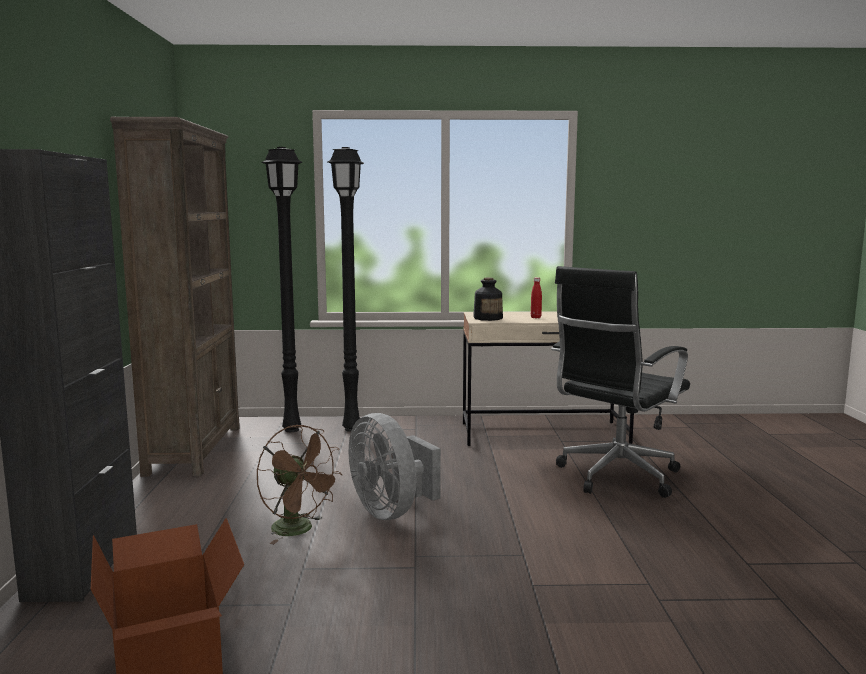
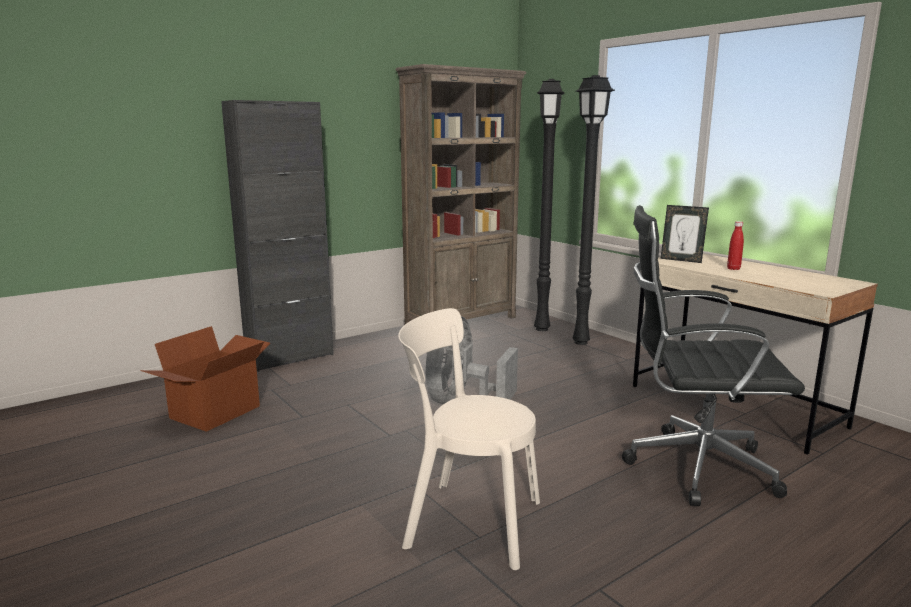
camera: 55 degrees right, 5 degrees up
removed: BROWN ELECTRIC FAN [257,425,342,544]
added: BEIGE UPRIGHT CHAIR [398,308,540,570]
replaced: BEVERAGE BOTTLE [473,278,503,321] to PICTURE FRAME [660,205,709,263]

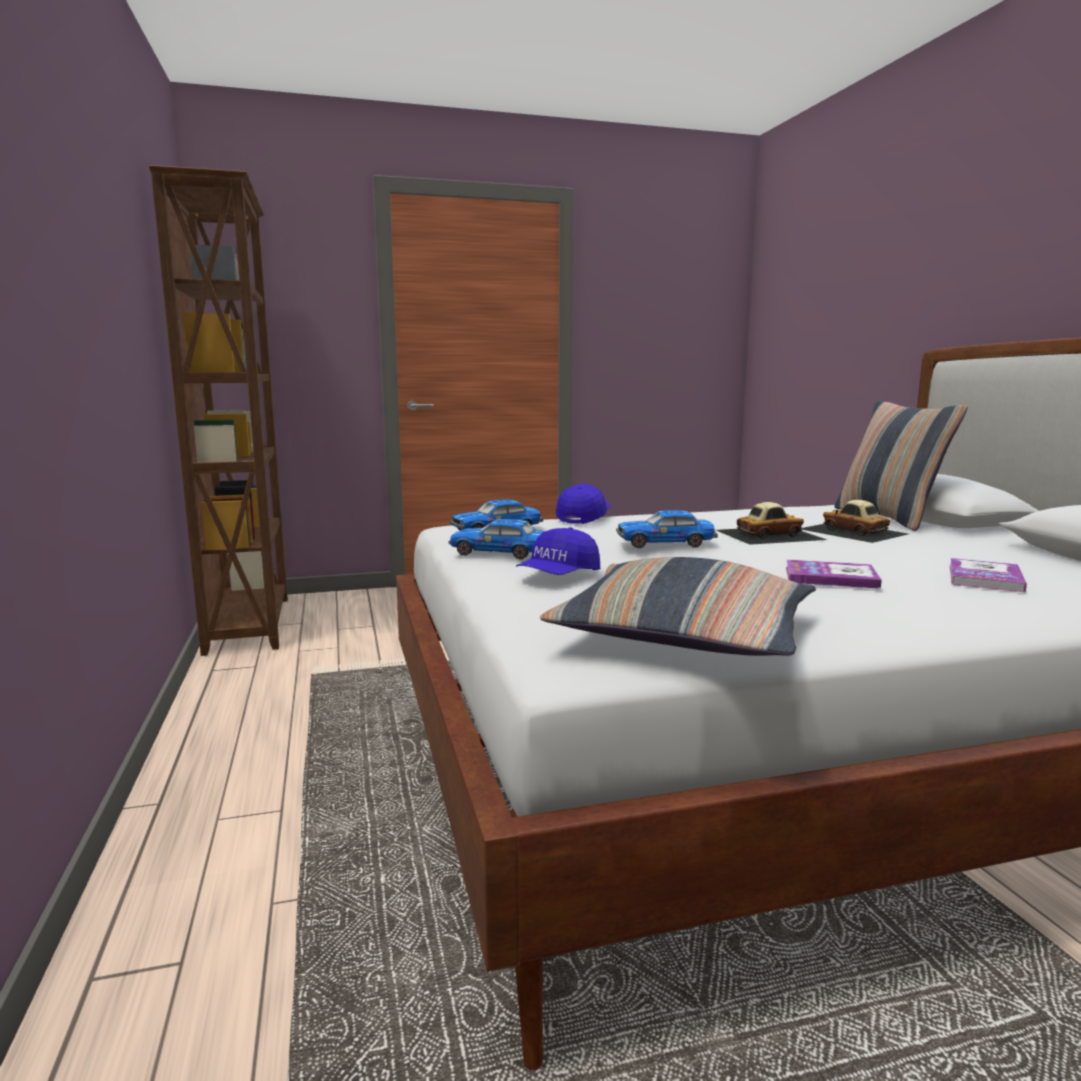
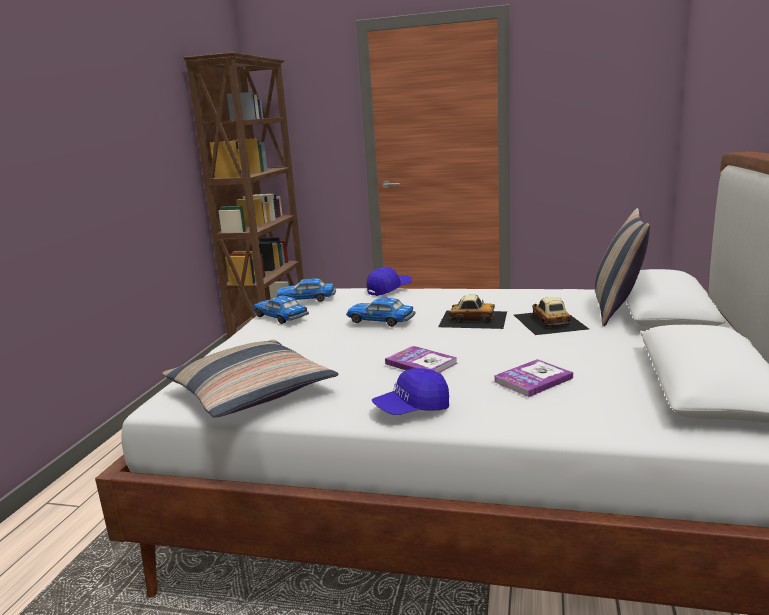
camera: 30 degrees right, 5 degrees up
moved: BLUISH CAP [516,527,600,575] to [372,368,449,415]

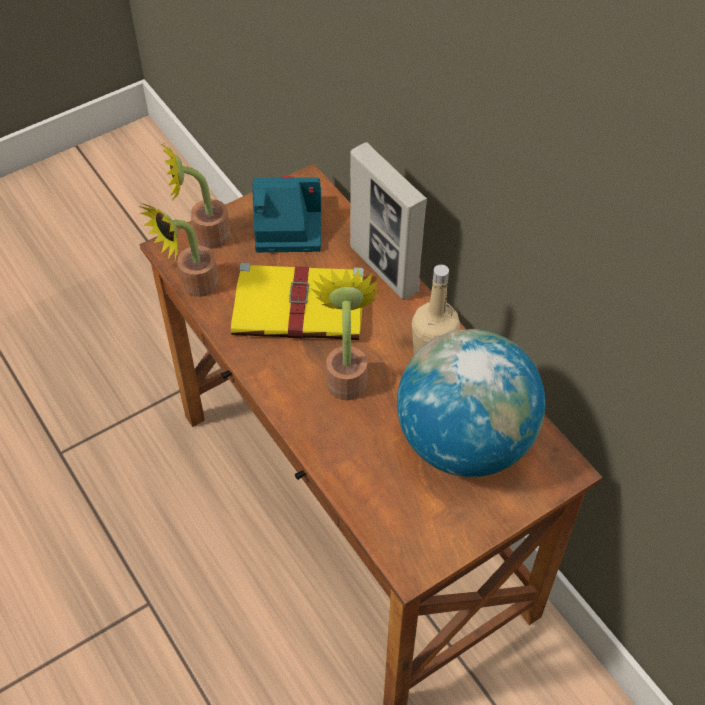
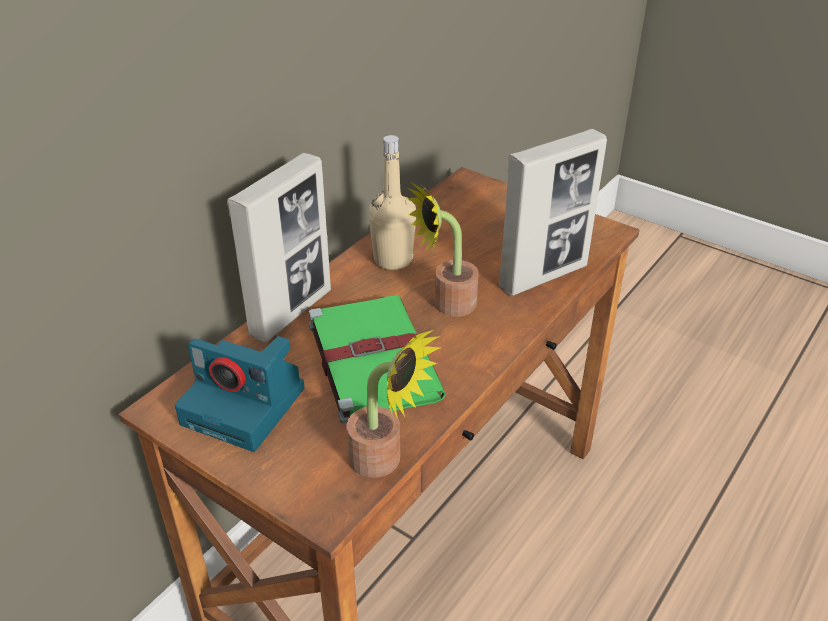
camera: 110 degrees left, 15 degrees down
removed: HOUSEPLANT [161,141,231,249]; WORLD GLOBE [397,329,545,477]
added: PICTURE FRAME [499,129,607,296]
recoloured: YELLOWISH BOOK [231,263,375,340] to GREEN BOOK [309,296,446,424]
turned: PHOTO CAMERA [252,176,321,252] = [175,336,305,452] 45 degrees counterclockwise

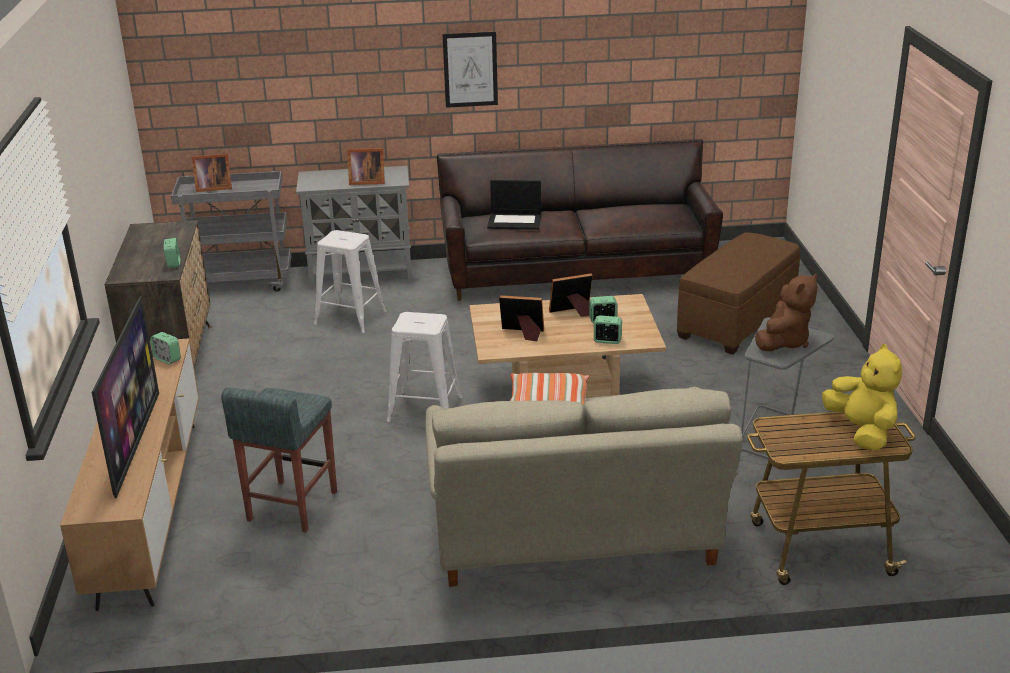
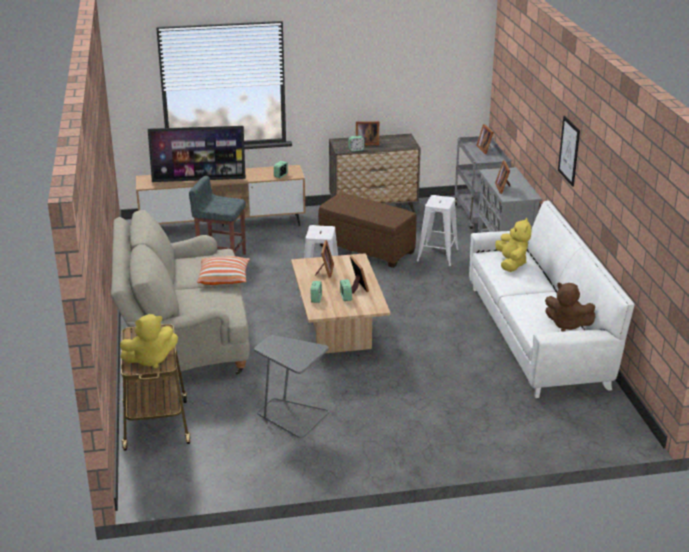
camera: 85 degrees right, 0 degrees up
added: PICTURE FRAME [356,121,379,145]
moved: BROWN FOOTREST [677,232,800,355] to [318,193,417,268]; BROWN CUDDLY TOY [755,273,818,351] to [545,282,595,332]
replaced: PORTABLE COMPUTER [487,180,541,230] to YELLOWISH CUDDLY TOY [495,218,531,272]
recoloured: BROWN SETTEE [437,139,723,301] to WHITE-COLOURED SETTEE [469,201,635,398]

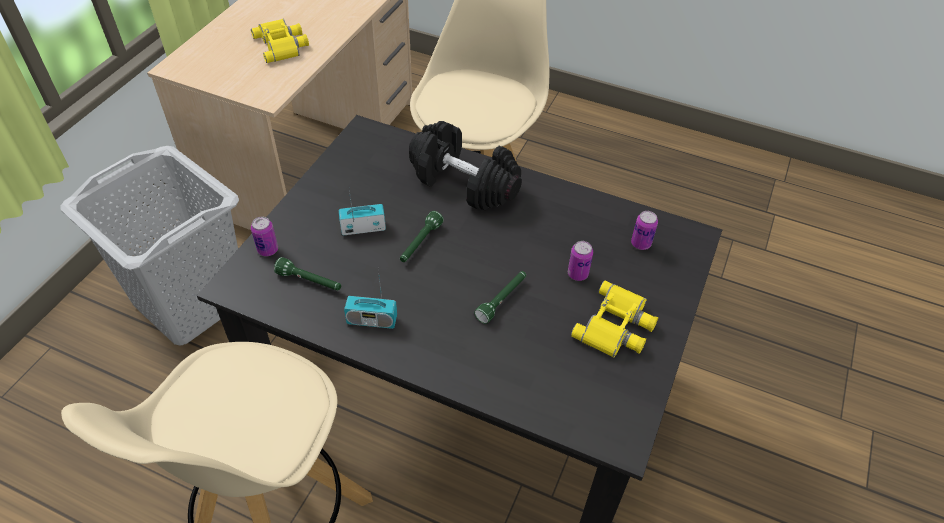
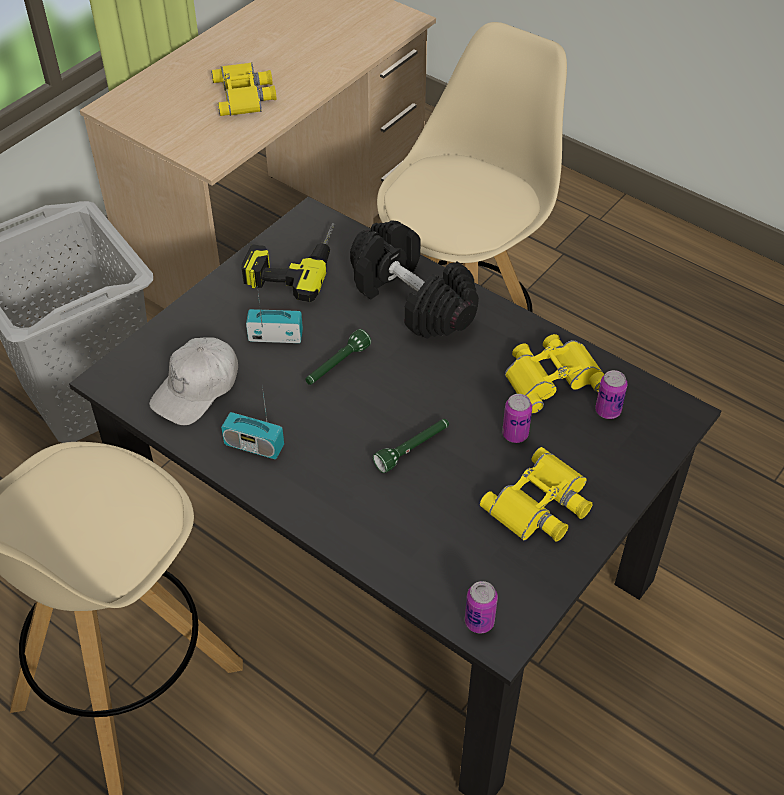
camera: 15 degrees right, 0 degrees up
added: ELECTRIC DRILL [241,222,335,302]; YELLOWISH FIELD GLASSES [505,334,604,413]
moved: SEALED CAN [251,217,278,256] to [465,581,498,633]
replaced: GREEN HAND TORCH [274,257,341,291] to WHITE-COLOURED CAP [149,337,238,425]

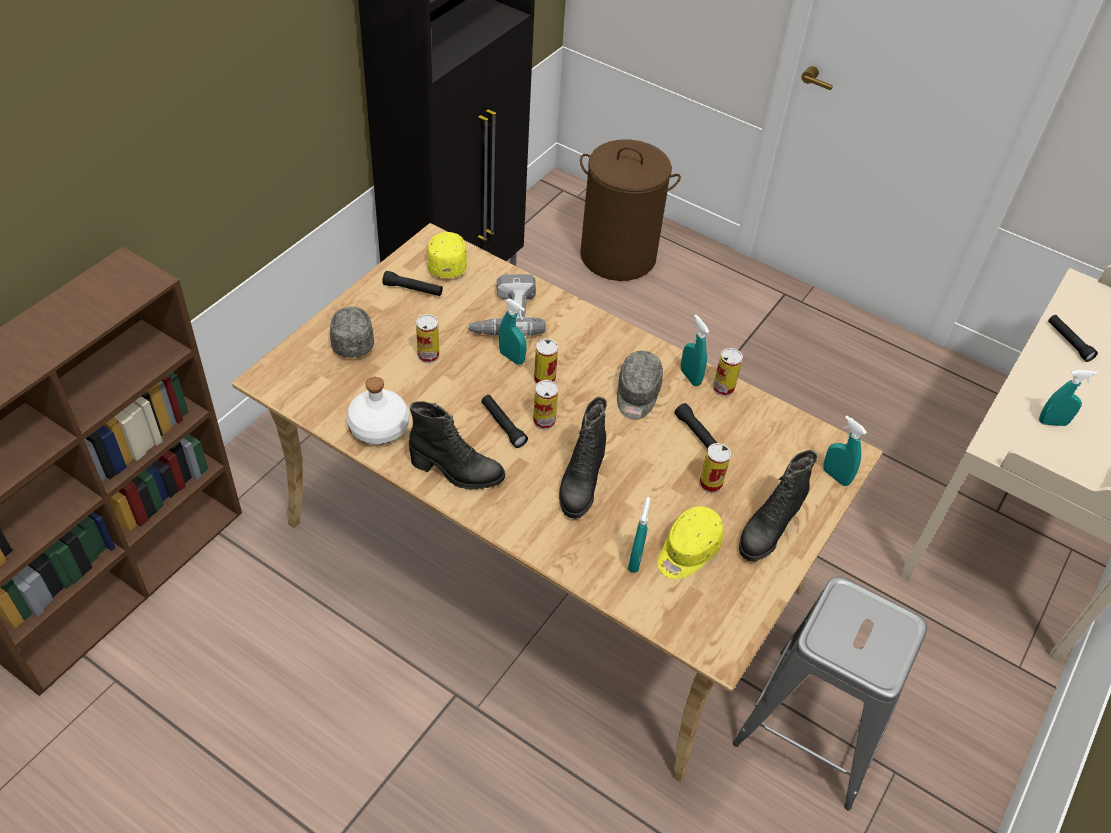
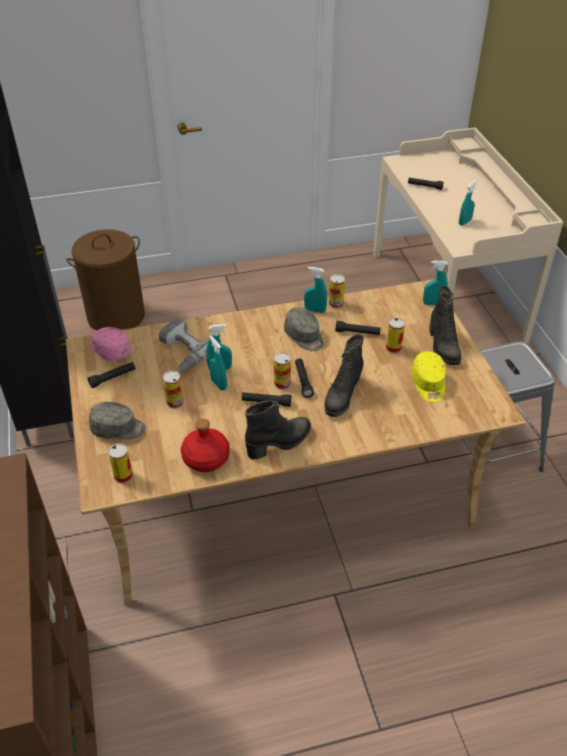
camera: 45 degrees left, 5 degrees down
added: BLACK HAND TORCH [295,358,314,398]
moved: SEALED CAN [534,339,558,384] to [108,443,133,484]; BLUE-GREEN SPRAYER [628,497,650,573] to [209,336,227,391]
recoloured: YELLOWISH CAP [427,232,467,278] to PINK CAP [90,327,131,361]; WHITE-COLOURED BEVERAGE BOTTLE [346,377,409,445] to REDDISH BEVERAGE BOTTLE [181,419,230,472]
turned: GRAY CAP [330,307,374,358] = [89,402,146,439] 150 degrees clockwise; BLACK HIGH-TOP BOOT [559,397,607,519] = [325,334,364,417] 60 degrees clockwise

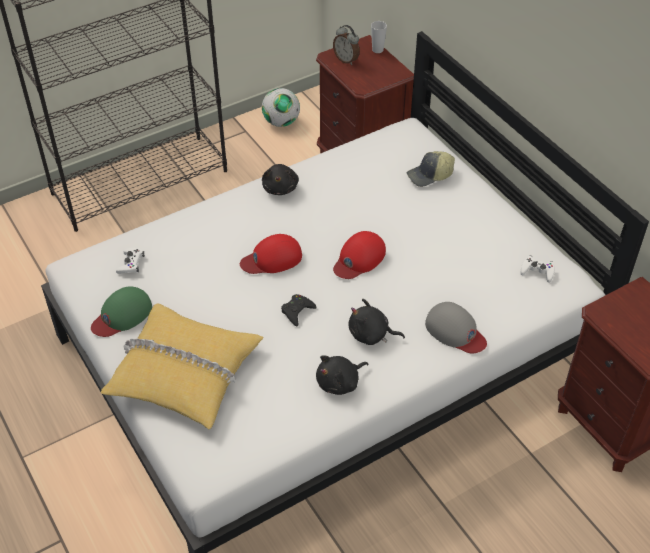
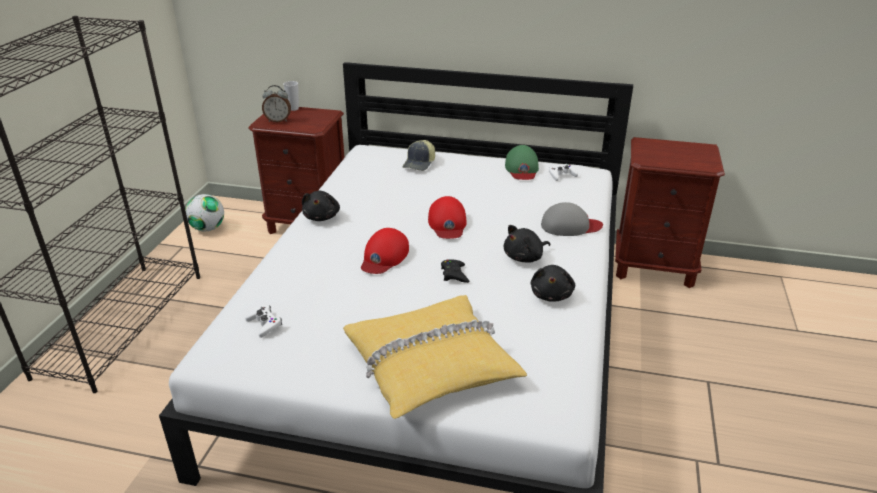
camera: 45 degrees left, 15 degrees down
moved: GREEN CAP [91,287,152,337] to [505,145,539,180]
turned: BLACK CUDDLY TOY [262,164,299,195] = [302,191,340,221] 45 degrees clockwise

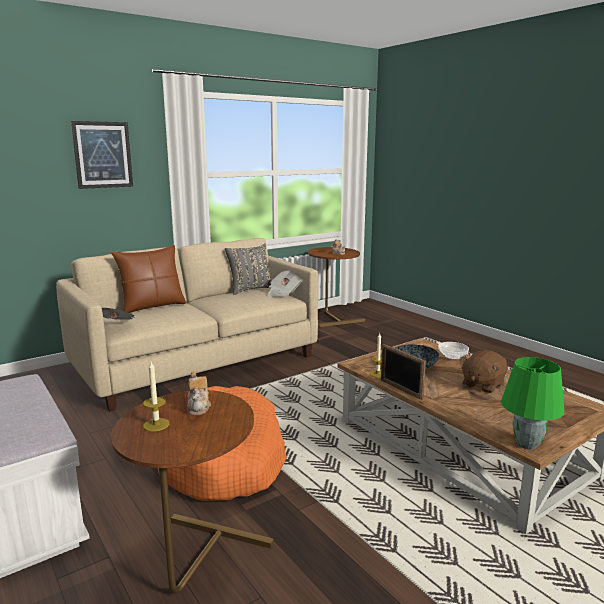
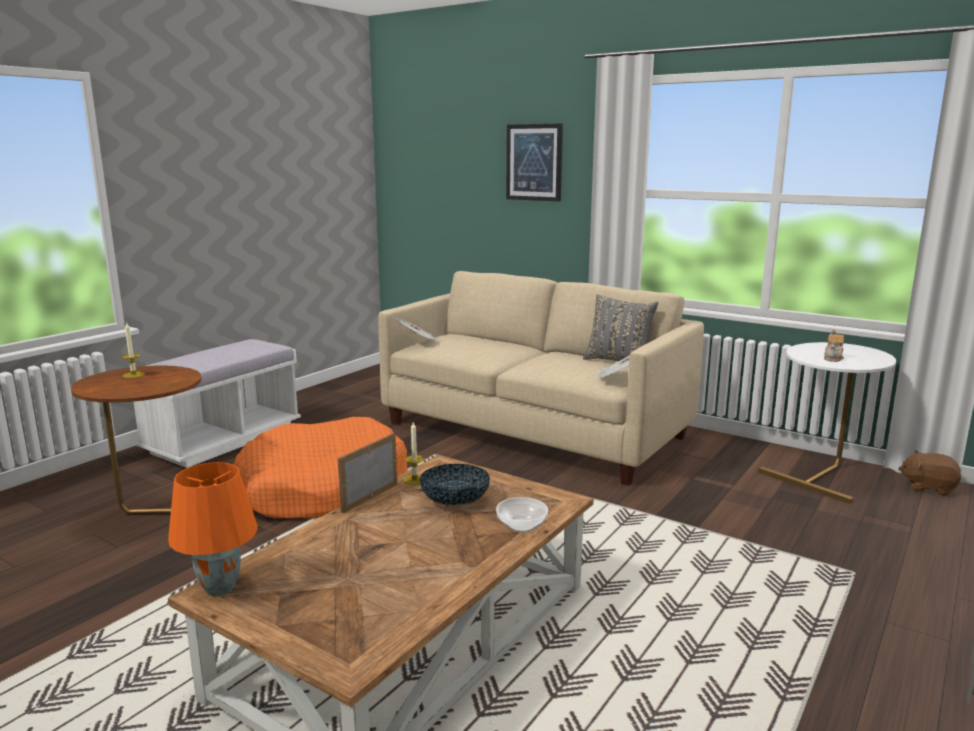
camera: 70 degrees right, 0 degrees up
removed: BROWN CUSHION [111,245,186,313]; POT FOR TEA [187,372,211,415]
moved: BROWN CUDDLY TOY [461,350,507,393] to [898,450,961,496]
recoloured: GREEN TABLETOP LAMP [501,357,564,450] to ORANGEY TABLETOP LAMP [168,462,258,596]; BROWN SIDE TABLE [308,247,365,327] to WHITE-COLOURED SIDE TABLE [758,342,896,504]

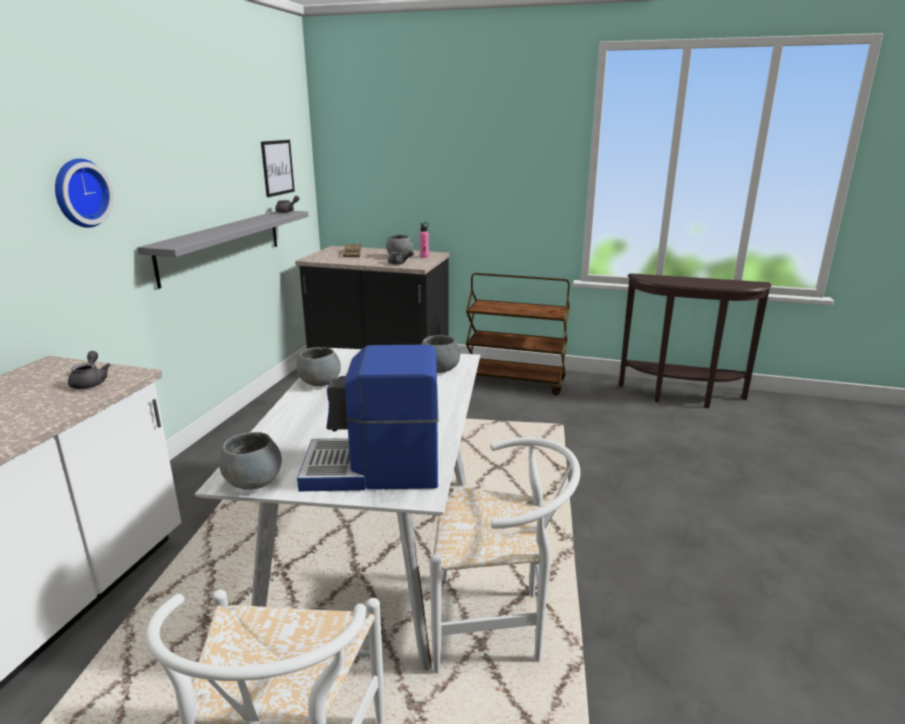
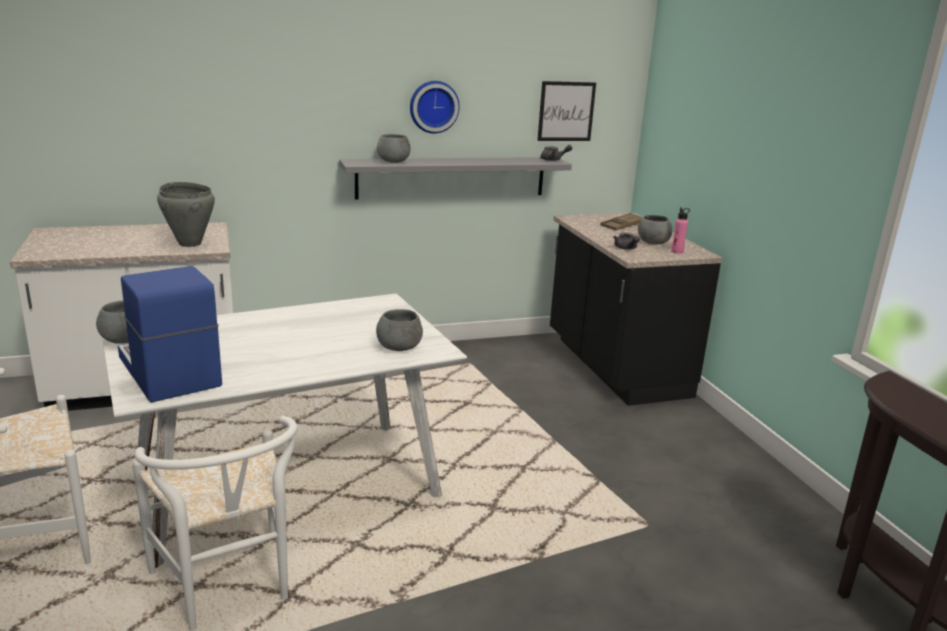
camera: 55 degrees right, 0 degrees up
removed: BROWN WHEELED CART [466,273,570,395]
moved: GRAY BOWL [296,347,341,386] to [377,134,411,163]; HANGING CLOCK [55,159,114,228] to [410,81,460,133]
replaced: GRAY POT FOR TEA [68,351,111,389] to GRAY SAUCEPOT [157,182,215,247]

